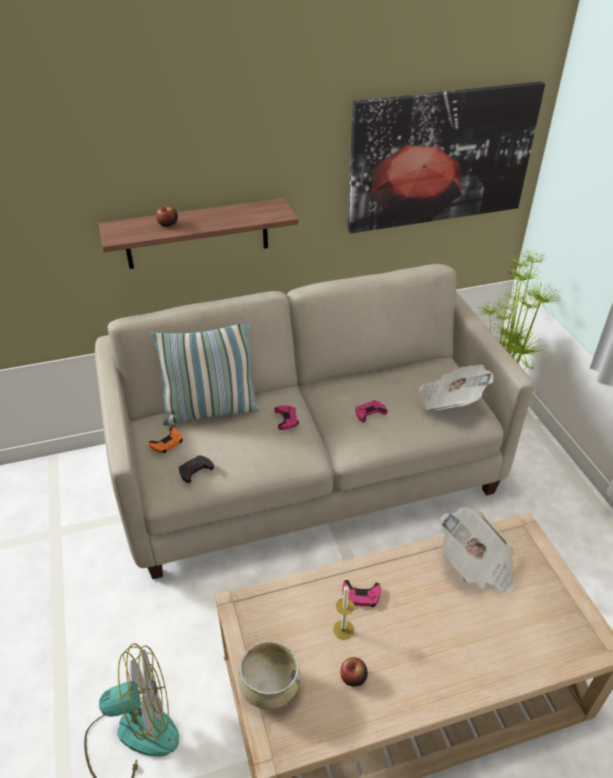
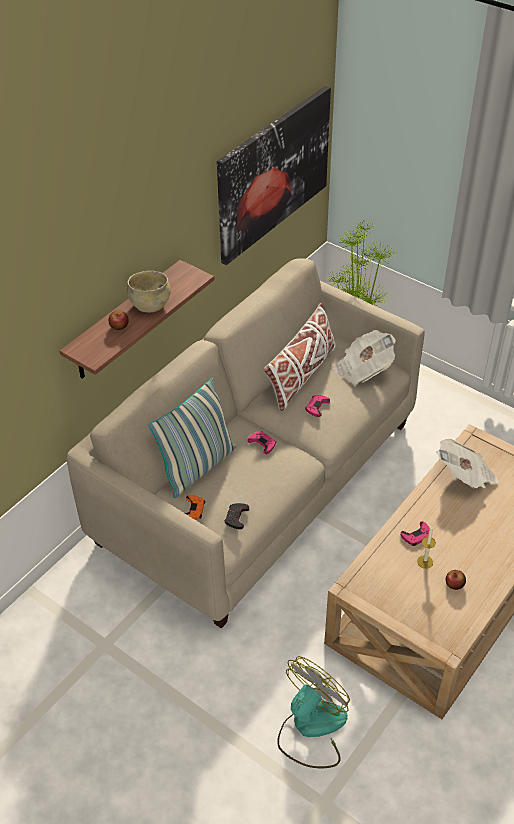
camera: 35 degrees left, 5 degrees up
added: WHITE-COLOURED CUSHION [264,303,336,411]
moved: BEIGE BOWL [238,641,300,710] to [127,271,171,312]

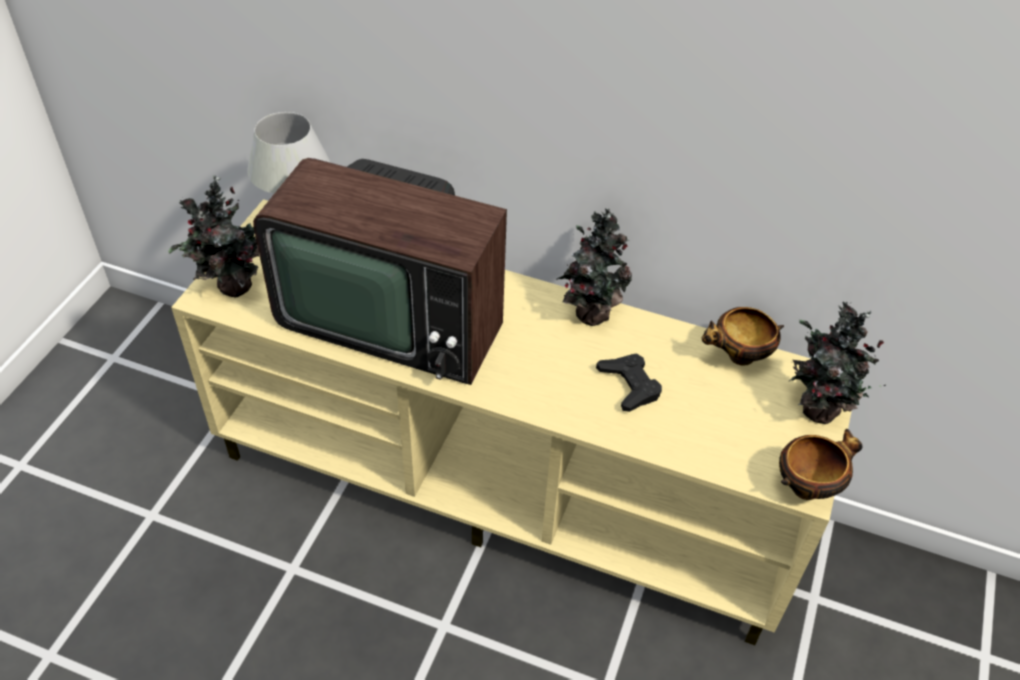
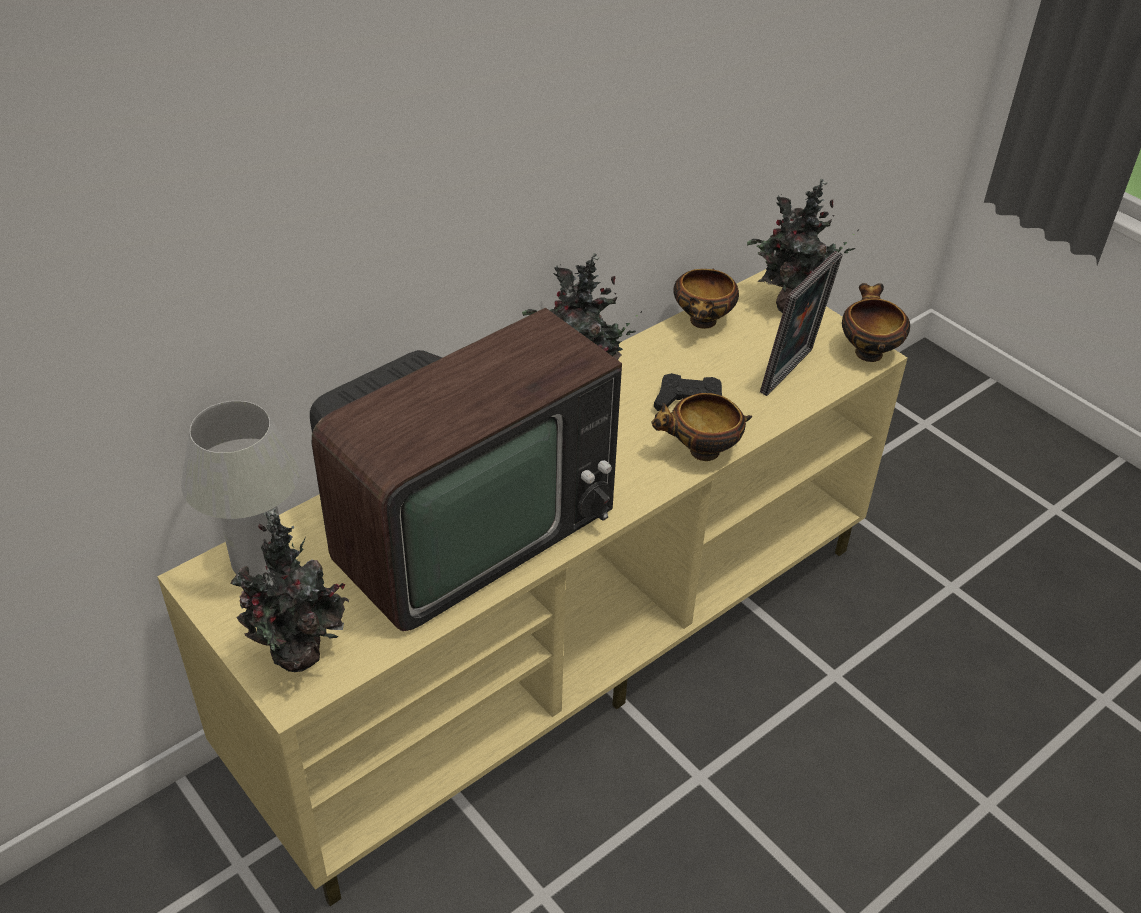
camera: 60 degrees left, 5 degrees down
added: BOWL [651,393,752,461]; PICTURE FRAME [760,250,843,396]

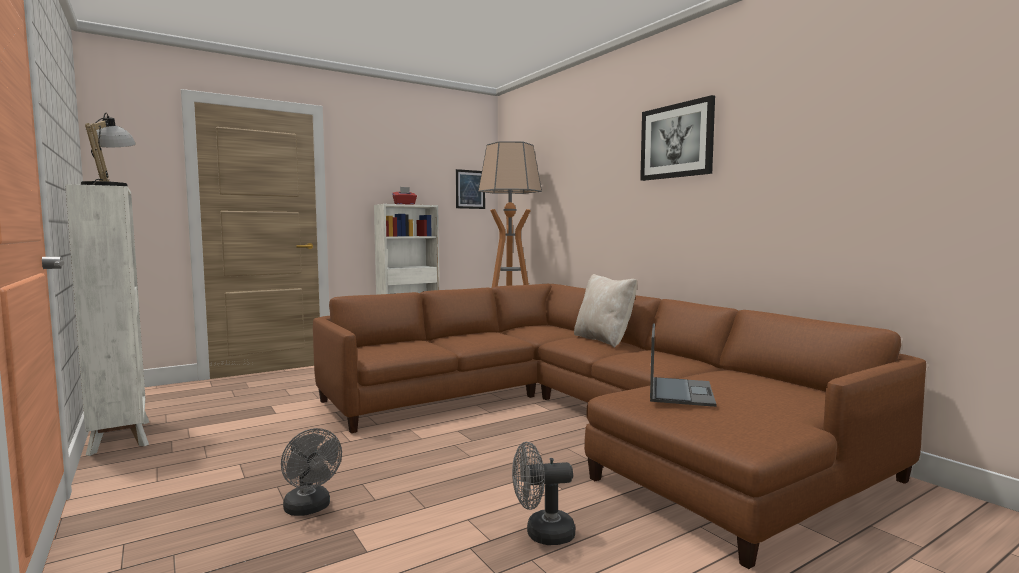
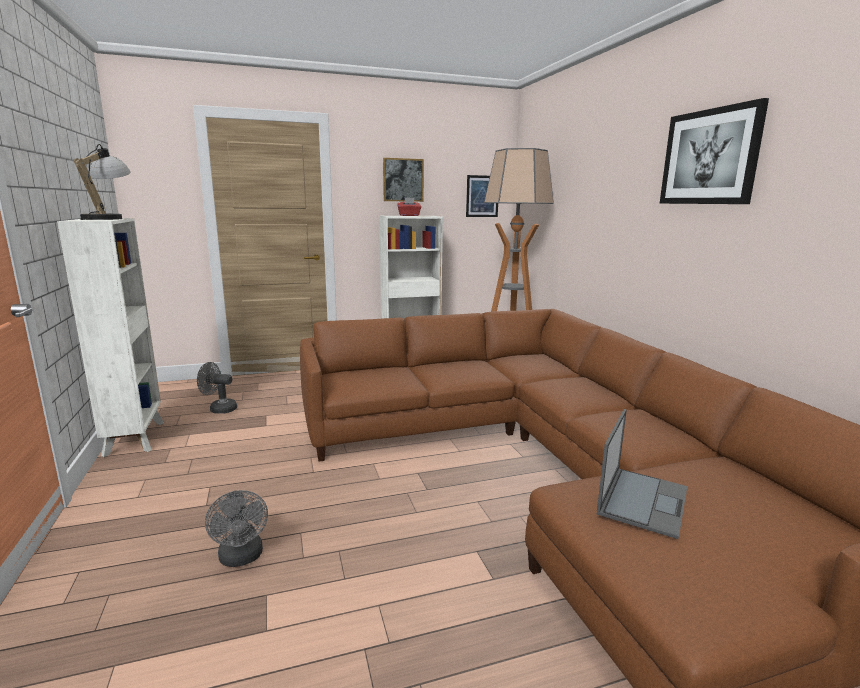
camera: 15 degrees right, 10 degrees up
removed: BEIGE CUSHION [574,274,637,348]
added: WALL PICTURE [383,158,424,202]
moved: GRAY ELECTRIC FAN [512,442,575,545] to [197,362,237,414]

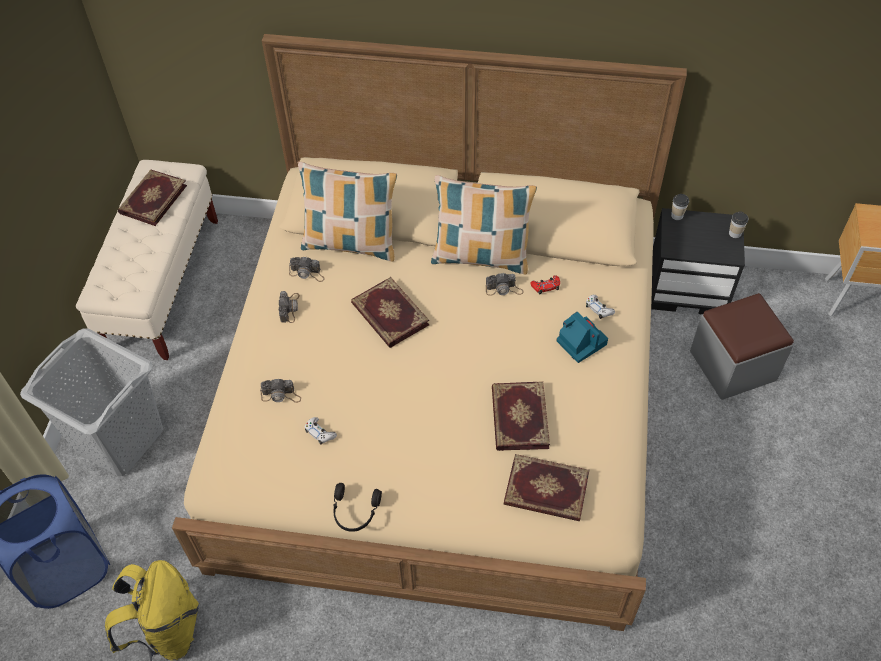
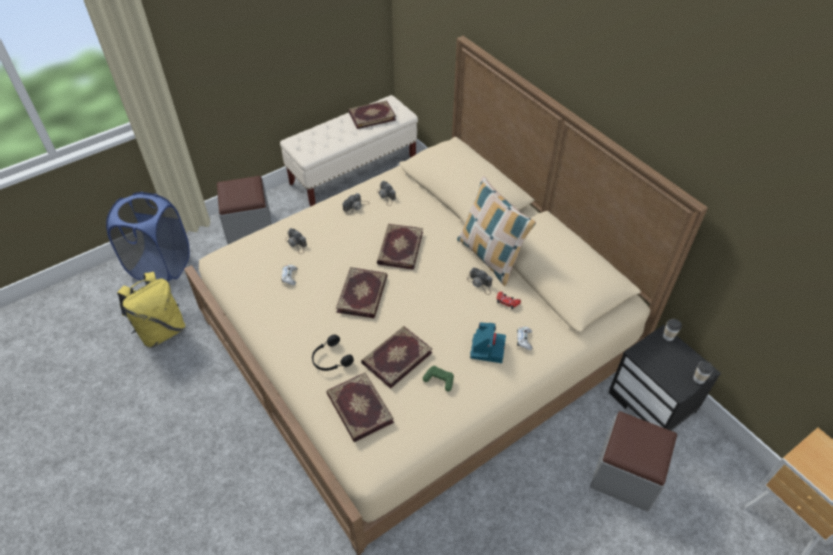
camera: 45 degrees right, 5 degrees down
removed: CUSHION [298,162,397,261]
added: BOOK [336,267,388,318]; GREEN JOYPAD [423,366,454,392]
moved: BLACK HEADSET [334,483,382,532] to [312,334,354,371]
replaced: GRAY LAUNDRY BASKET [20,328,163,476] to GRAY FOOTREST [217,176,271,245]

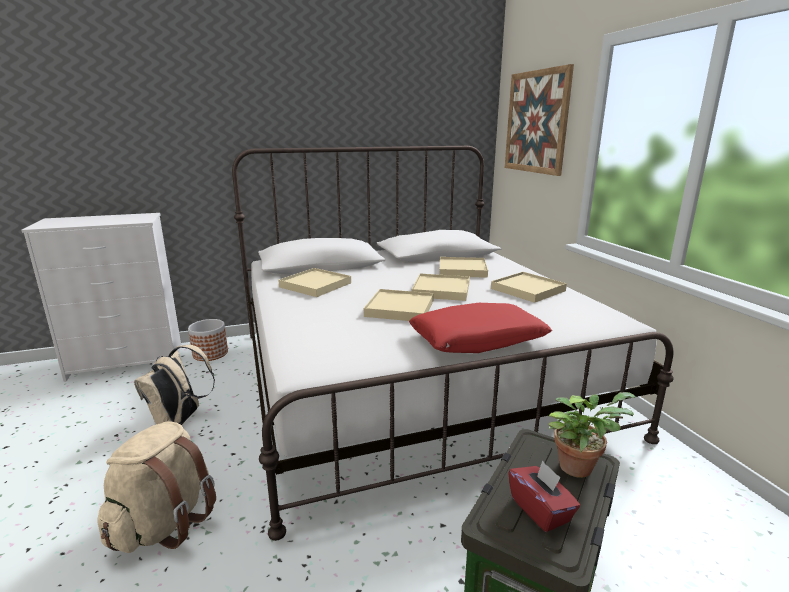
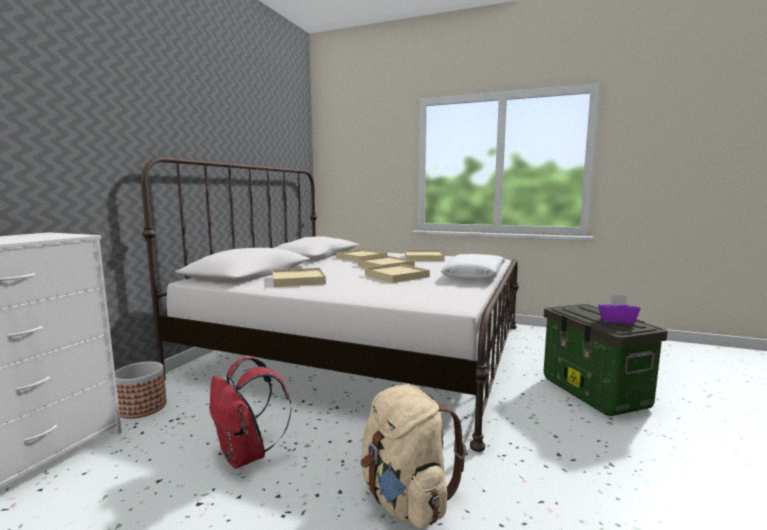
camera: 50 degrees left, 10 degrees down
removed: WALL PICTURE [505,64,574,176]; HOUSEPLANT [548,392,636,478]
recoloured: BEIGE RUCKSACK [134,345,215,425] to REDDISH RUCKSACK [209,357,292,469]; REDDISH CUSHION [409,303,552,353] to WHITE-COLOURED CUSHION [441,254,505,279]; REDDISH BOX OF TISSUES [508,460,580,532] to PURPLE-COLOURED BOX OF TISSUES [598,295,640,324]

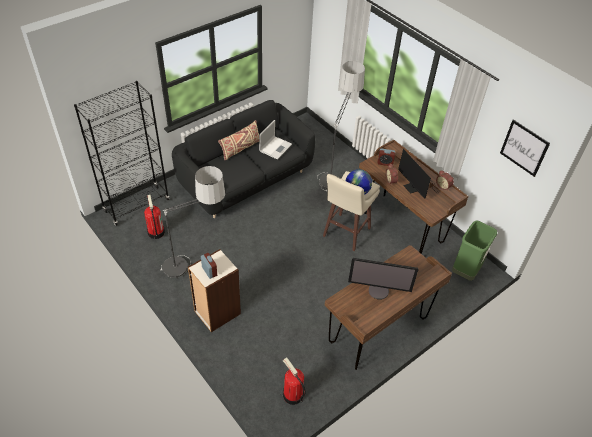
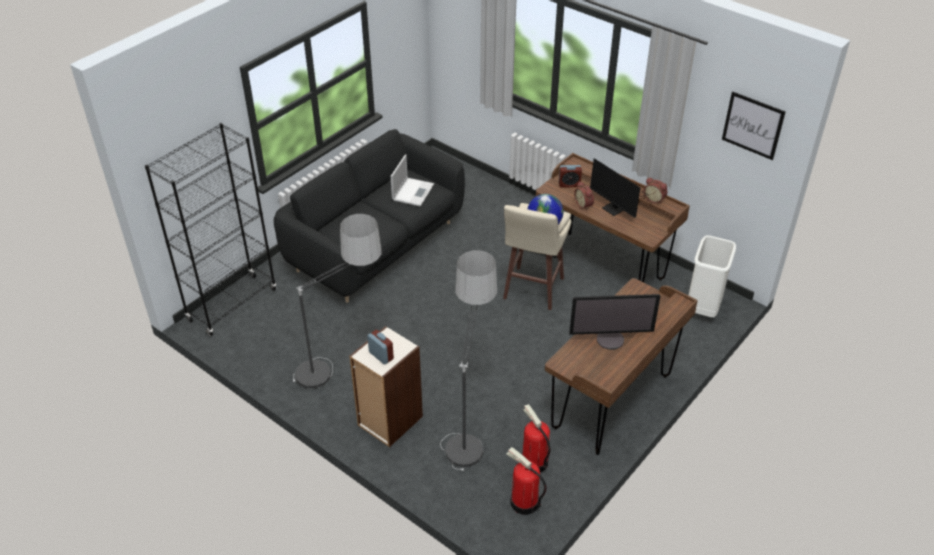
camera: 10 degrees left, 5 degrees down
removed: BEIGE CUSHION [218,120,259,160]
moved: STANDARD LAMP [317,61,365,191] to [440,250,497,471]; FIRE EXTINGUISHER [144,195,165,239] to [522,404,551,472]
recoloured: GREEN TRASH CAN [452,220,497,281] to WHITE-COLOURED TRASH CAN [689,236,736,317]

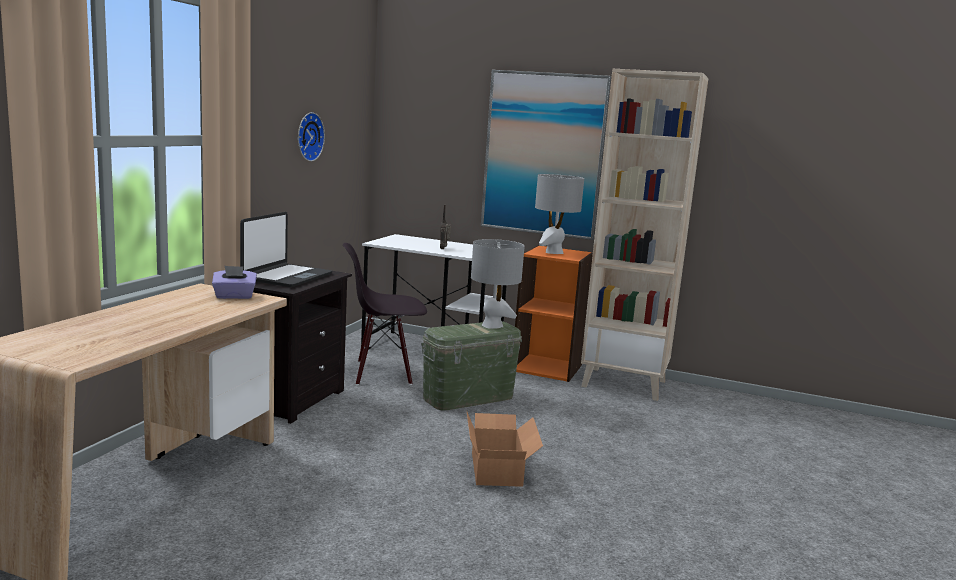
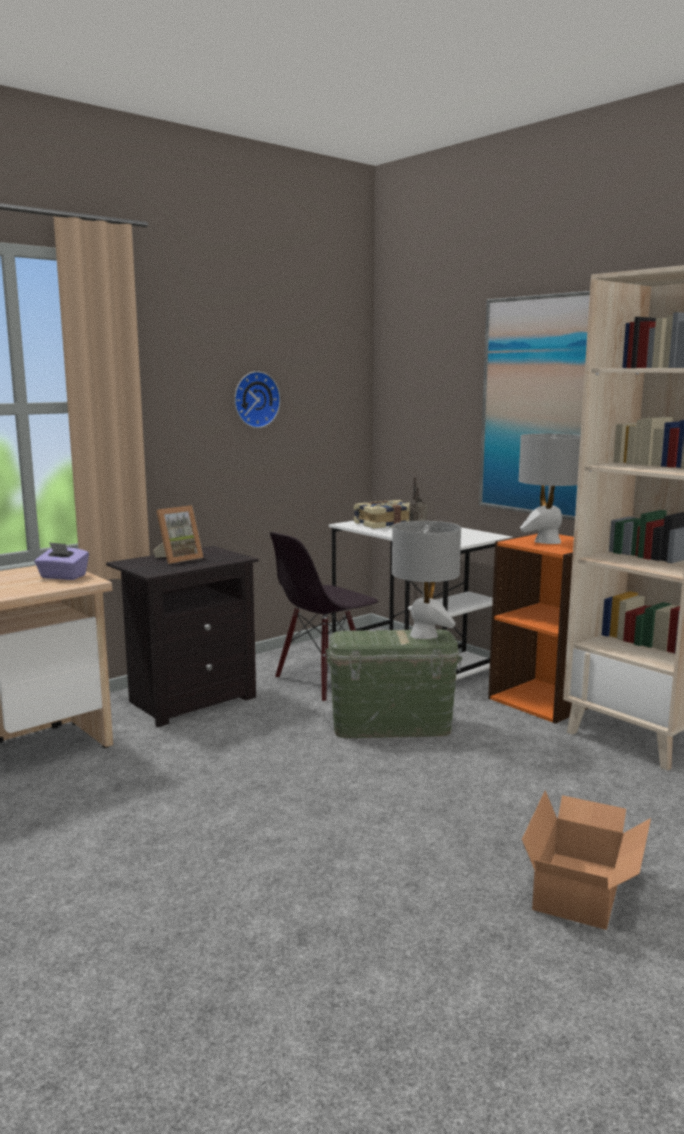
camera: 30 degrees right, 0 degrees up
added: BOOK [353,500,410,529]
moved: PACKING BOX [467,412,543,487] to [522,790,651,930]
replaced: PORTABLE COMPUTER [240,212,332,287] to PICTURE FRAME [153,505,204,564]
turned: BLACK UPRIGHT CHAIR [343,243,427,385] = [270,532,378,702] 60 degrees counterclockwise

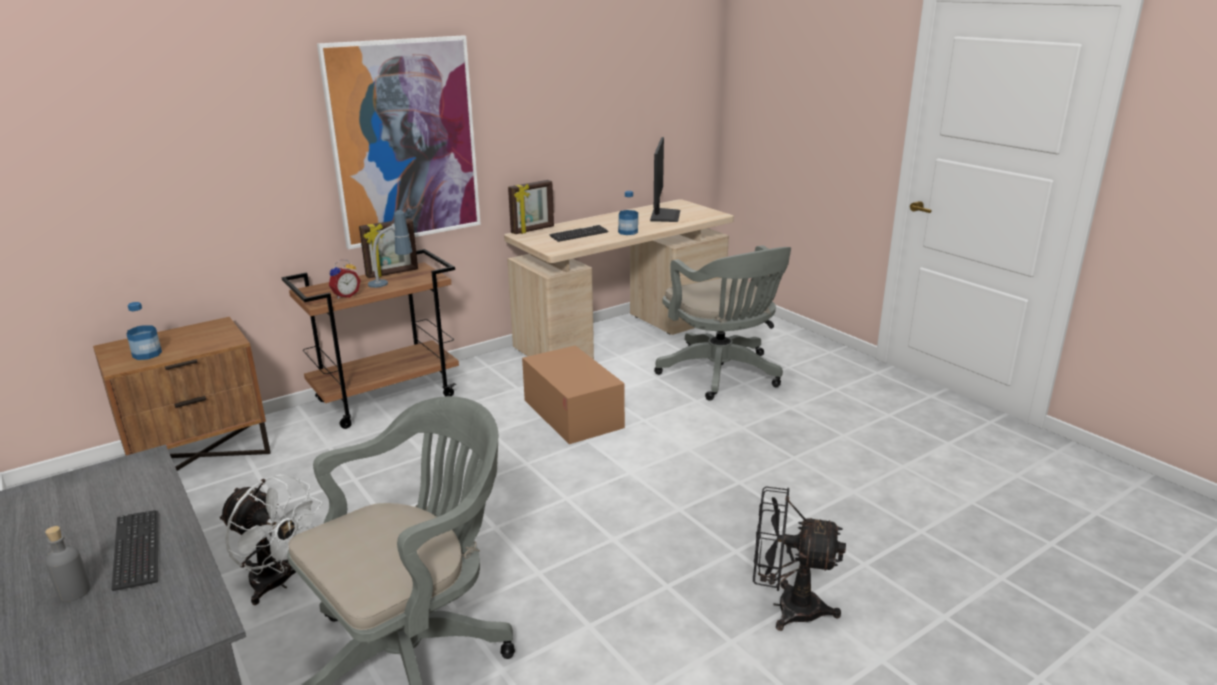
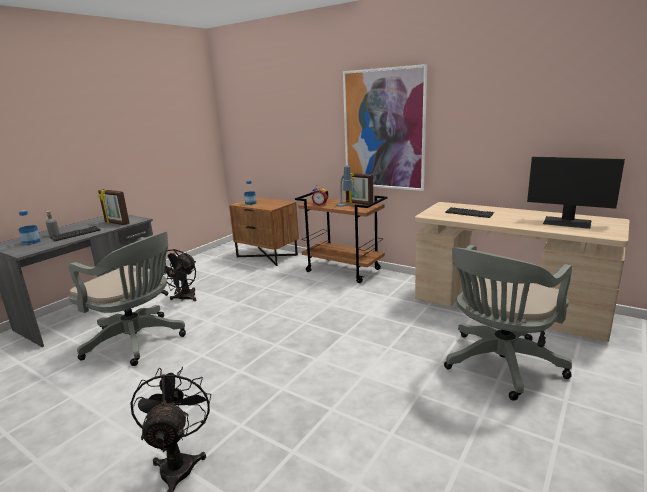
camera: 70 degrees right, 5 degrees down
removed: PACKING BOX [522,345,625,444]
moved: BEVERAGE BOTTLE [618,191,638,235] to [19,211,41,245]; PICTURE FRAME [508,180,554,234] to [98,189,130,225]
recoloured: WHITE-COLOURED ELECTRIC FAN [219,475,323,605] to BLACK ELECTRIC FAN [163,249,196,301]
turned: COMPUTER DISPLAY [650,137,680,222] = [527,157,625,229] 45 degrees clockwise

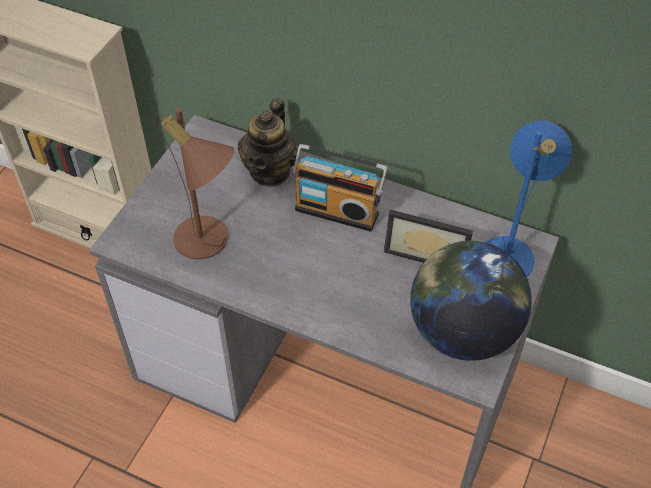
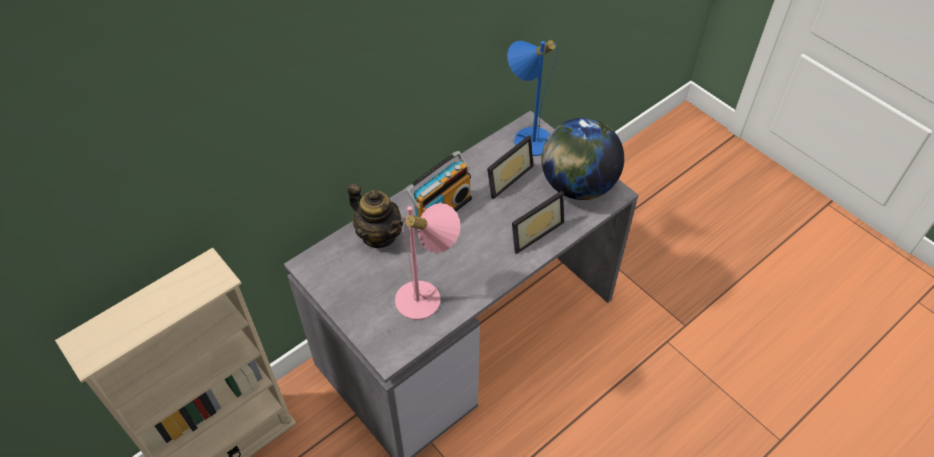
camera: 65 degrees left, 0 degrees up
added: PICTURE FRAME [512,191,564,254]
recoloured: BROWN TABLETOP LAMP [157,108,235,260] to PINK TABLETOP LAMP [395,203,460,320]

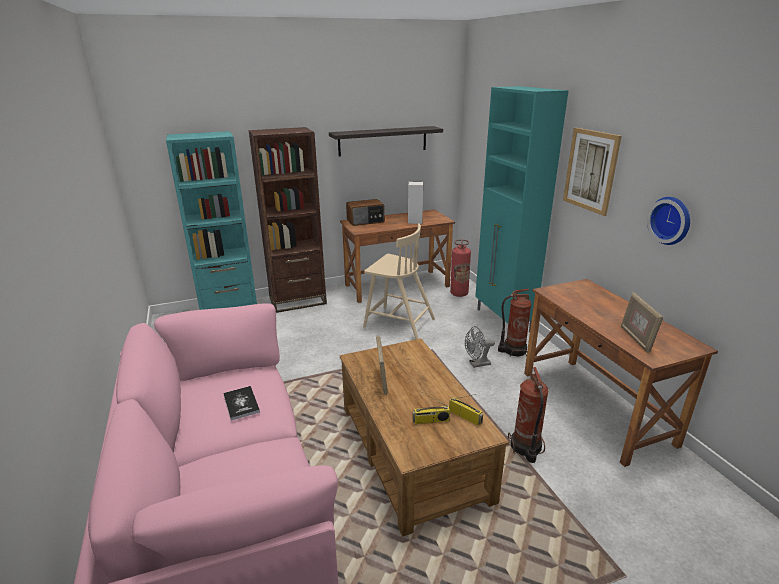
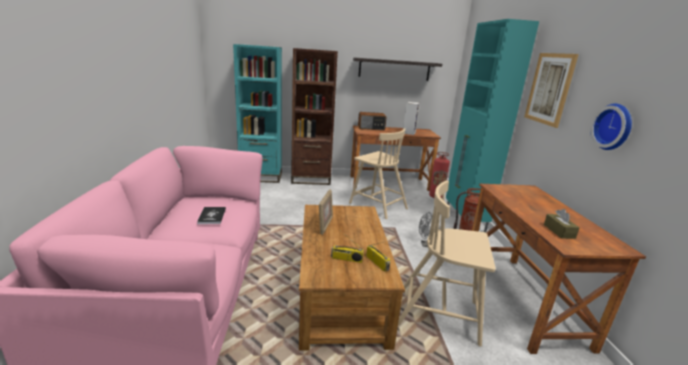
camera: 15 degrees right, 5 degrees down
replaced: FIRE EXTINGUISHER [508,367,549,463] to BEIGE UPRIGHT CHAIR [398,180,496,346]; PICTURE FRAME [621,292,663,353] to BROWN BOX OF TISSUES [544,209,580,239]

